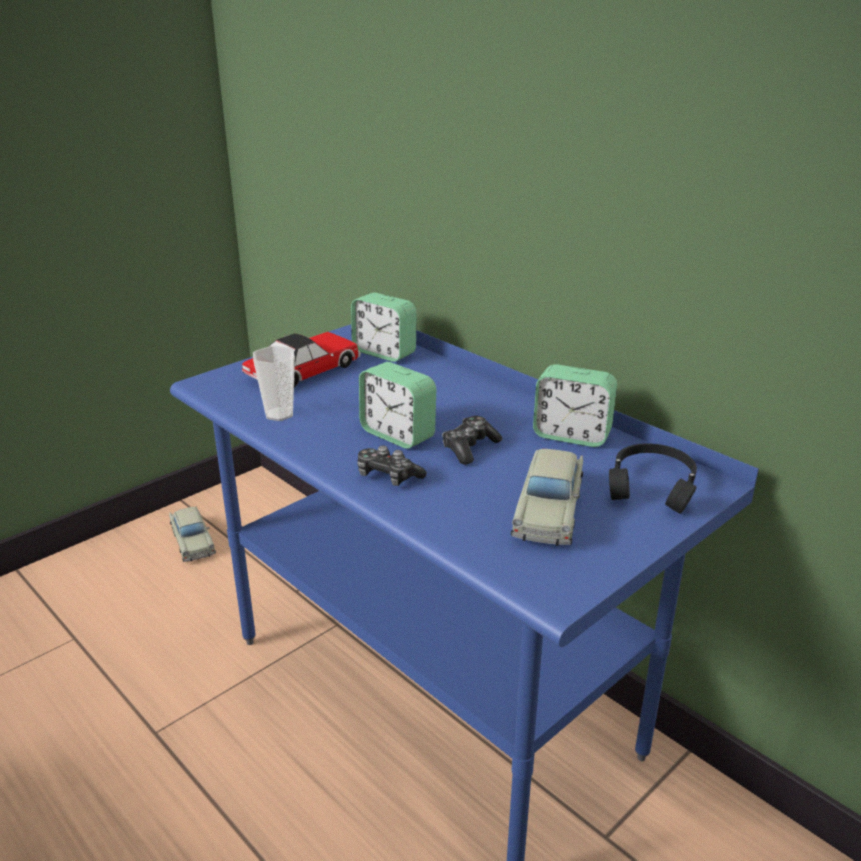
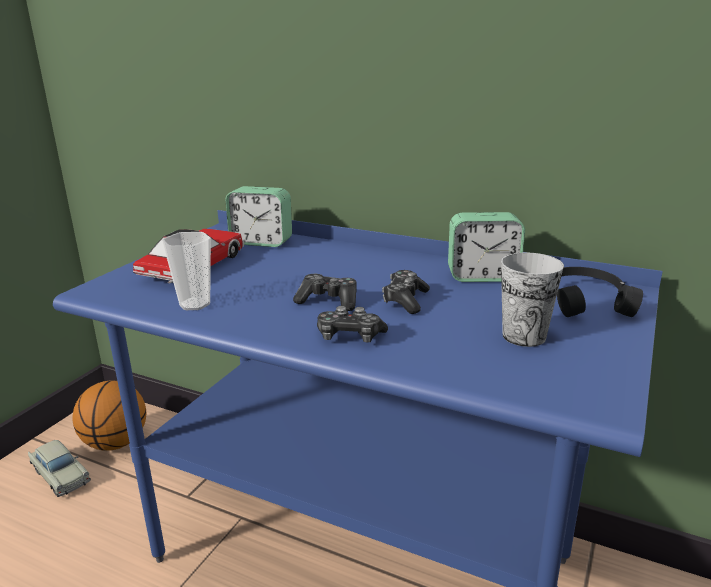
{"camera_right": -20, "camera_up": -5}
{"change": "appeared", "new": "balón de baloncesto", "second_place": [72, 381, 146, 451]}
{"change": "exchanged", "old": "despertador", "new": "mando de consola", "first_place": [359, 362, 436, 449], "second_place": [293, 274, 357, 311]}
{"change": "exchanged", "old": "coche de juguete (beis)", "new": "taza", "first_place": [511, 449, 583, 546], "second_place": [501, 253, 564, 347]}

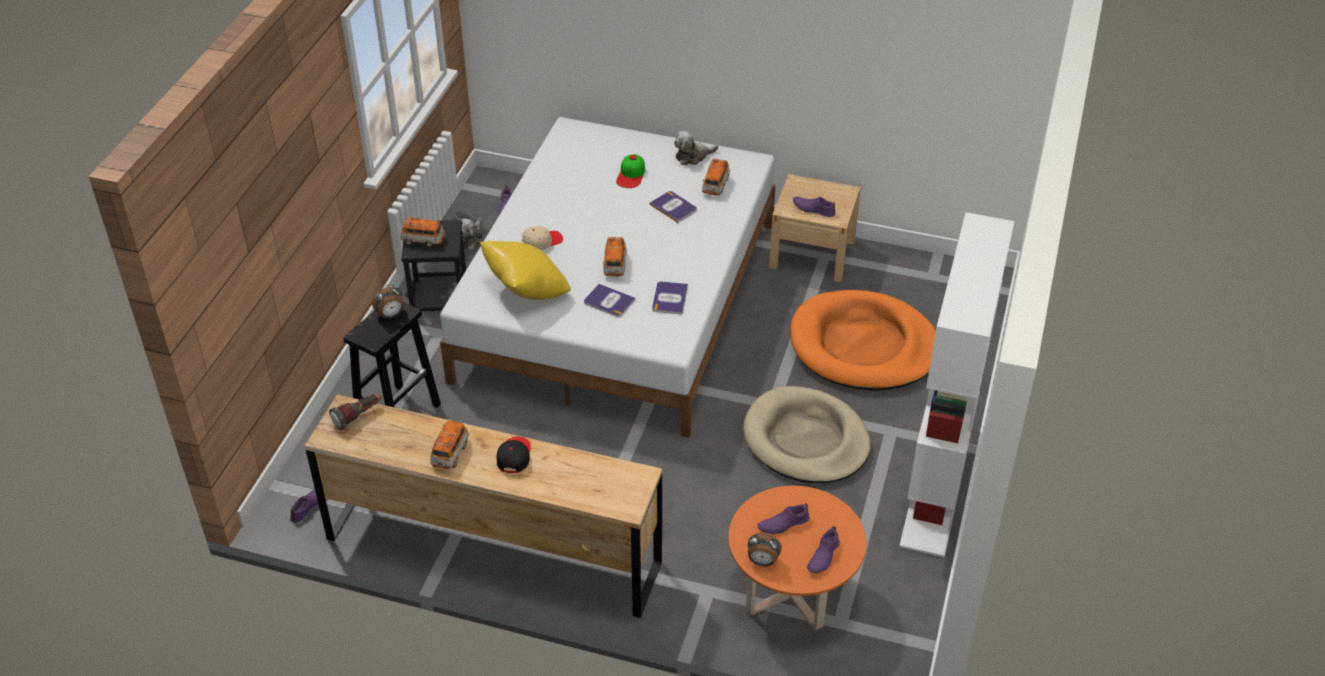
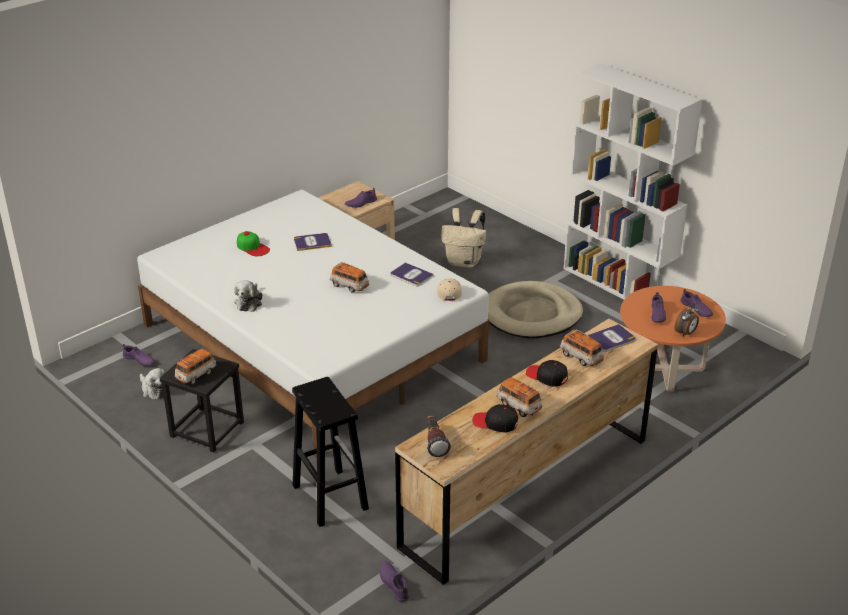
{"camera_right": -60, "camera_up": -10}
{"change": "missing", "old": "despertador", "first_place": [372, 284, 404, 319]}
{"change": "missing", "old": "cojín (amarillo)", "first_place": [480, 241, 571, 300]}
{"change": "appeared", "new": "gorra (negro)", "second_place": [472, 404, 518, 432]}
{"change": "relocated", "old": "gorra (beis)", "first_place": [522, 226, 563, 250], "second_place": [437, 278, 462, 301]}
{"change": "relocated", "old": "libro", "first_place": [584, 284, 636, 317], "second_place": [588, 324, 636, 352]}
{"change": "relocated", "old": "peluche", "first_place": [674, 131, 718, 165], "second_place": [234, 280, 262, 312]}
{"change": "relocated", "old": "coche de juguete", "first_place": [702, 158, 730, 195], "second_place": [560, 329, 604, 366]}
{"change": "exchanged", "old": "cama para perro (naranja)", "new": "mochila (beis)", "first_place": [790, 290, 936, 391], "second_place": [441, 208, 486, 268]}

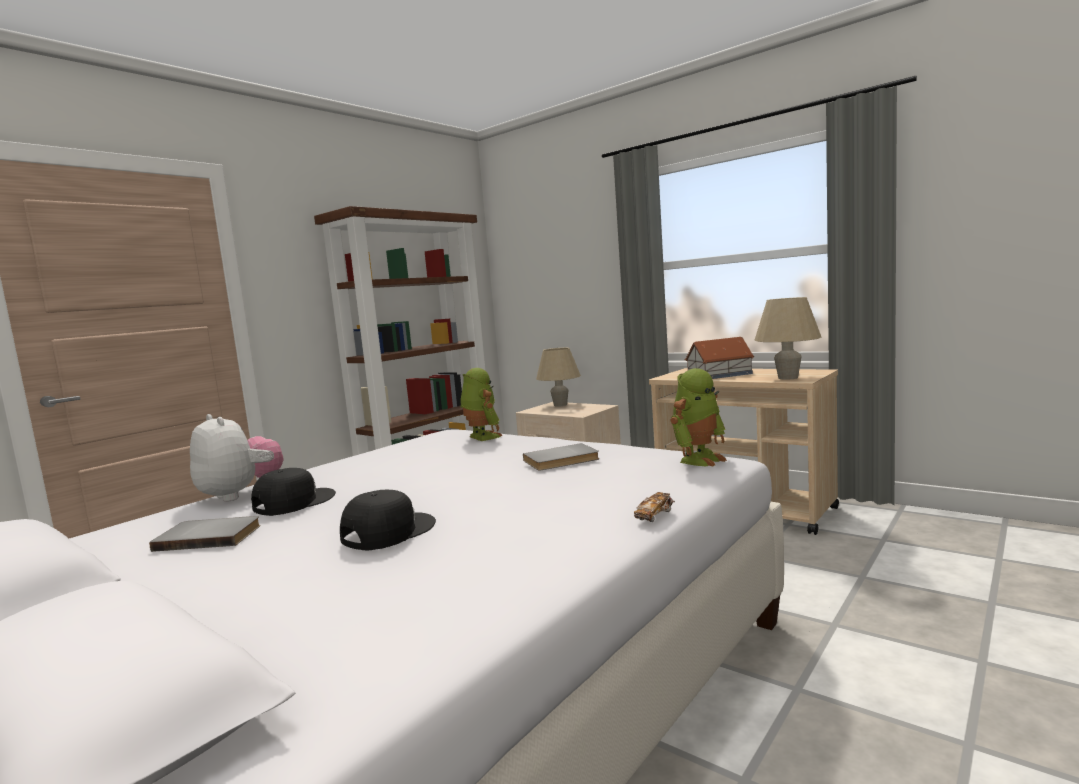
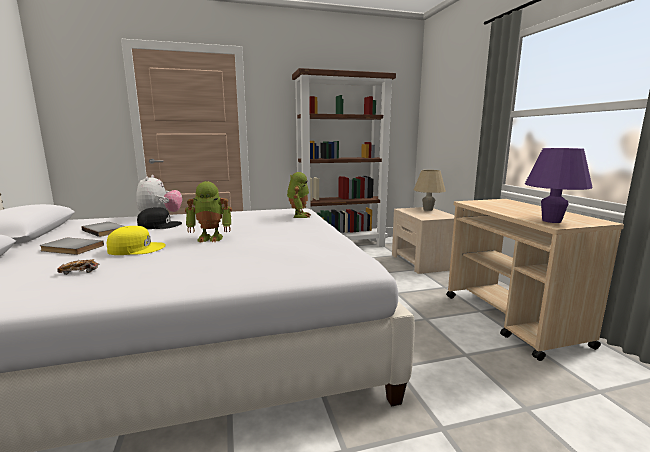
{"camera_right": 35, "camera_up": 5}
{"change": "missing", "old": "casita", "first_place": [684, 337, 754, 379]}
{"change": "relocated", "old": "libro (gris)", "first_place": [523, 443, 599, 471], "second_place": [39, 237, 104, 255]}
{"change": "relocated", "old": "coche de juguete", "first_place": [634, 492, 675, 522], "second_place": [57, 259, 100, 275]}
{"change": "relocated", "old": "robot de juguete", "first_place": [671, 368, 727, 466], "second_place": [185, 181, 232, 243]}
{"change": "colour", "old": "gorra (negro)", "new": "gorra (amarillo)", "first_place": [340, 490, 436, 550], "second_place": [107, 226, 166, 255]}
{"change": "colour", "old": "lámpara de mesa (beis)", "new": "lámpara de mesa (morado)", "first_place": [754, 297, 822, 380], "second_place": [525, 148, 593, 223]}

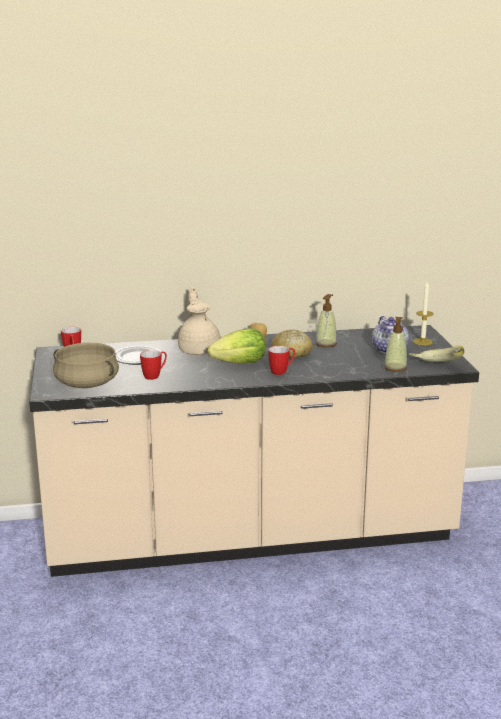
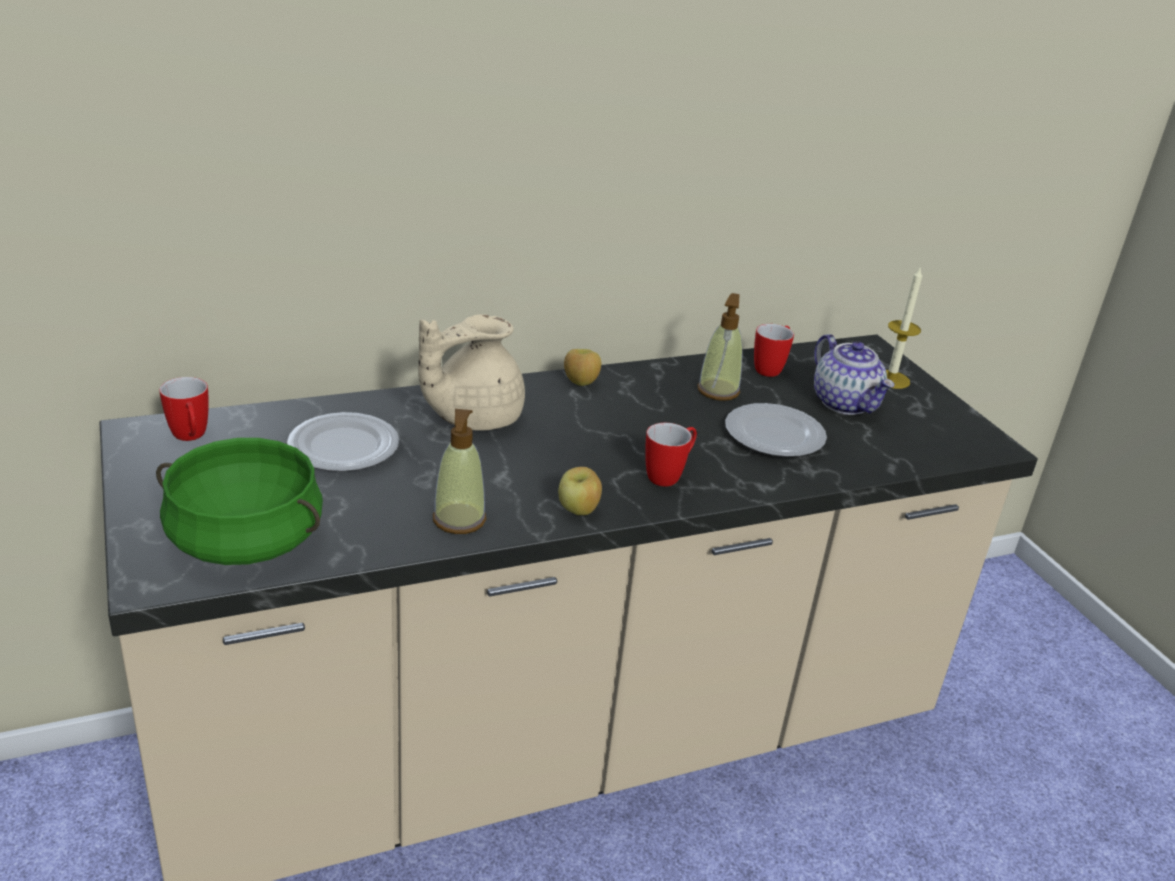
{"camera_right": -15, "camera_up": 10}
{"change": "missing", "old": "lechuga", "first_place": [208, 328, 266, 363]}
{"change": "missing", "old": "pan", "first_place": [271, 330, 313, 358]}
{"change": "missing", "old": "plátano", "first_place": [409, 345, 464, 362]}
{"change": "appeared", "new": "manzana", "second_place": [558, 467, 602, 515]}
{"change": "appeared", "new": "plato", "second_place": [725, 403, 827, 457]}
{"change": "relocated", "old": "taza grande", "first_place": [140, 350, 167, 380], "second_place": [754, 324, 794, 377]}
{"change": "relocated", "old": "dispensador de jabón", "first_place": [384, 317, 407, 372], "second_place": [433, 409, 486, 534]}
{"change": "colour", "old": "olla (beis)", "new": "olla (verde)", "first_place": [53, 343, 119, 388], "second_place": [156, 438, 323, 565]}
{"change": "spun", "old": "tetera (beis)", "first_place": [178, 286, 220, 355], "second_place": [418, 314, 525, 431], "degrees": -105}

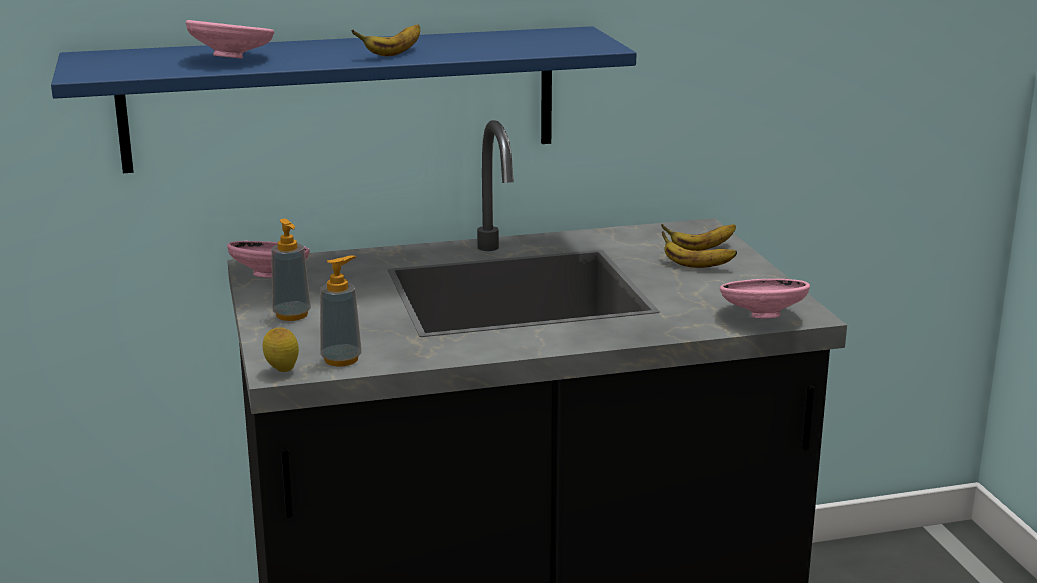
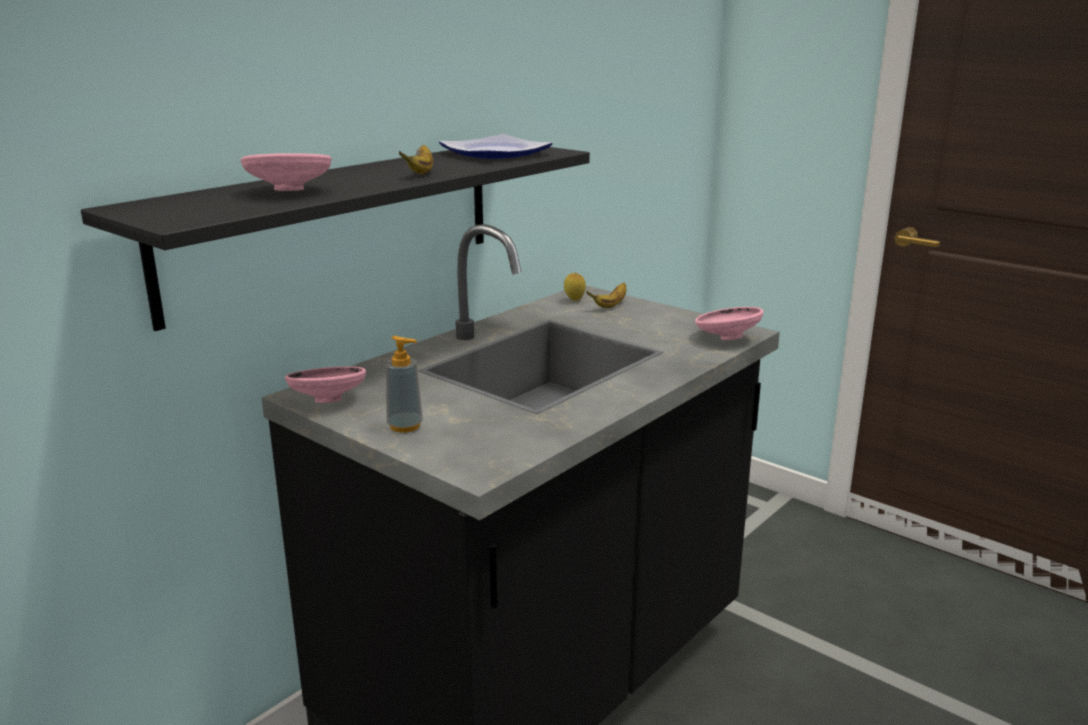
{"camera_right": -35, "camera_up": 0}
{"change": "missing", "old": "dispensador de jabón", "first_place": [320, 255, 362, 367]}
{"change": "missing", "old": "plátano", "first_place": [662, 232, 737, 268]}
{"change": "appeared", "new": "plato", "second_place": [439, 134, 552, 159]}
{"change": "relocated", "old": "limón", "first_place": [263, 327, 299, 372], "second_place": [564, 273, 586, 301]}
{"change": "colour", "old": "estante (azul)", "new": "estante (negro)", "first_place": [51, 26, 636, 173], "second_place": [81, 147, 590, 331]}

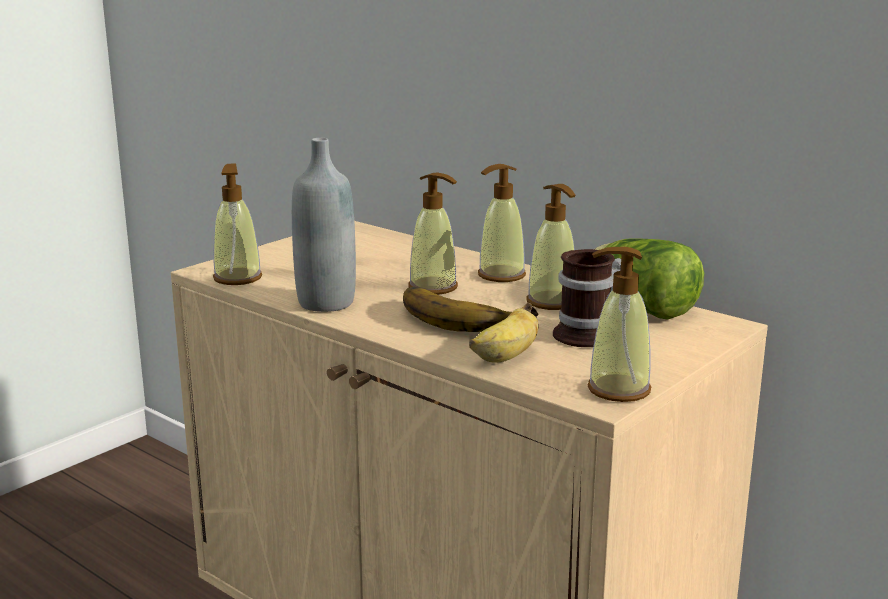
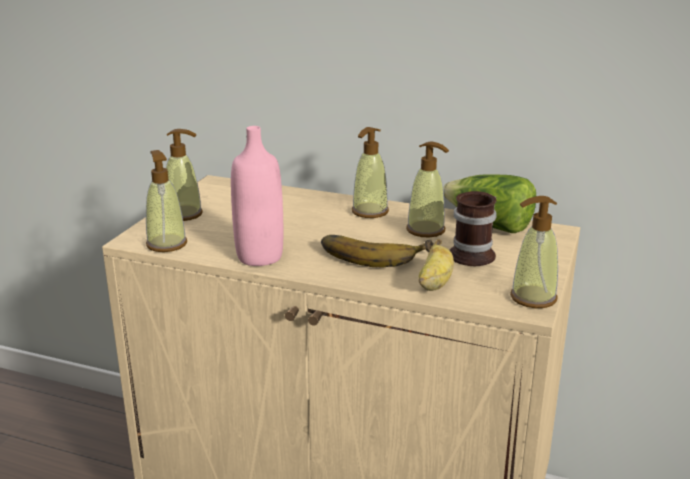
{"camera_right": -20, "camera_up": 5}
{"change": "relocated", "old": "dispensador de jabón", "first_place": [408, 173, 458, 295], "second_place": [166, 129, 203, 221]}
{"change": "colour", "old": "botella (gris)", "new": "botella (rosa)", "first_place": [292, 138, 356, 312], "second_place": [231, 126, 283, 266]}

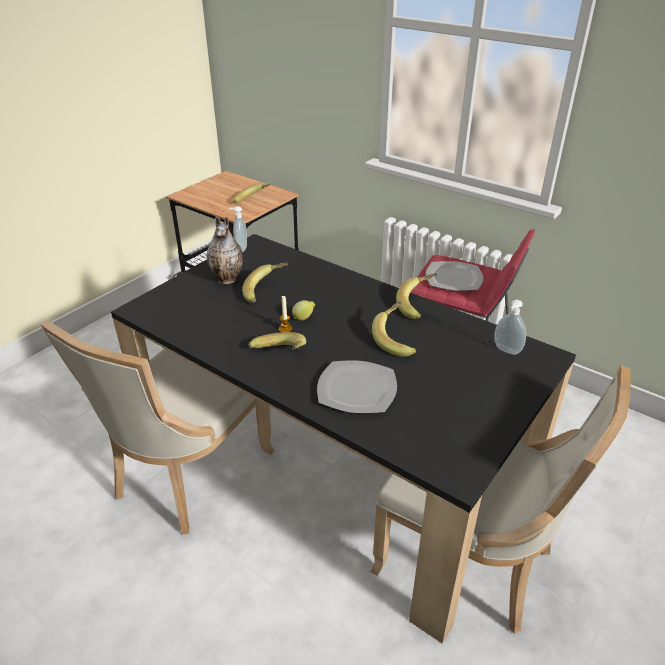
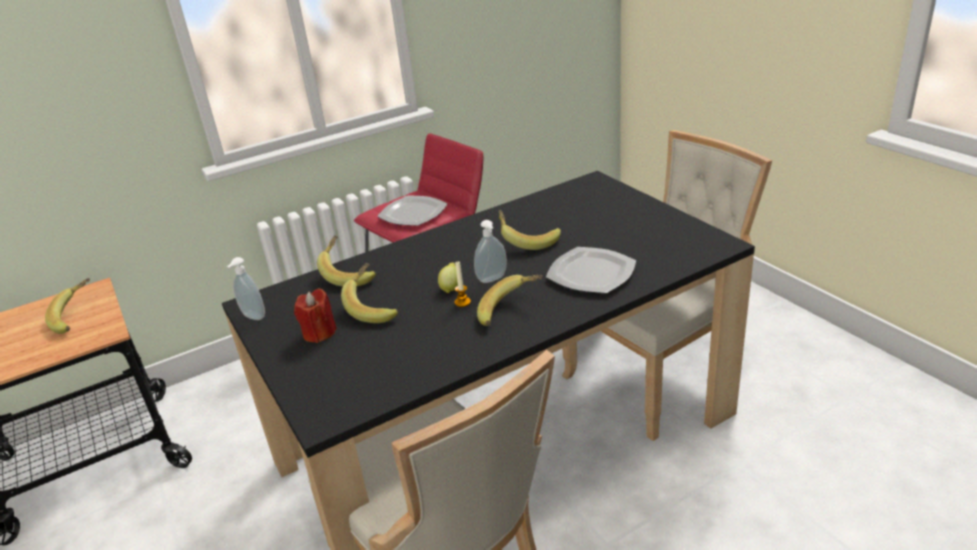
{"camera_right": -65, "camera_up": -5}
{"change": "relocated", "old": "plátano", "first_place": [396, 273, 437, 319], "second_place": [317, 235, 376, 287]}
{"change": "relocated", "old": "dispensador de jabón", "first_place": [494, 300, 526, 355], "second_place": [474, 220, 507, 283]}
{"change": "exchanged", "old": "florero", "new": "vela (rojo)", "first_place": [206, 216, 243, 284], "second_place": [294, 289, 337, 343]}

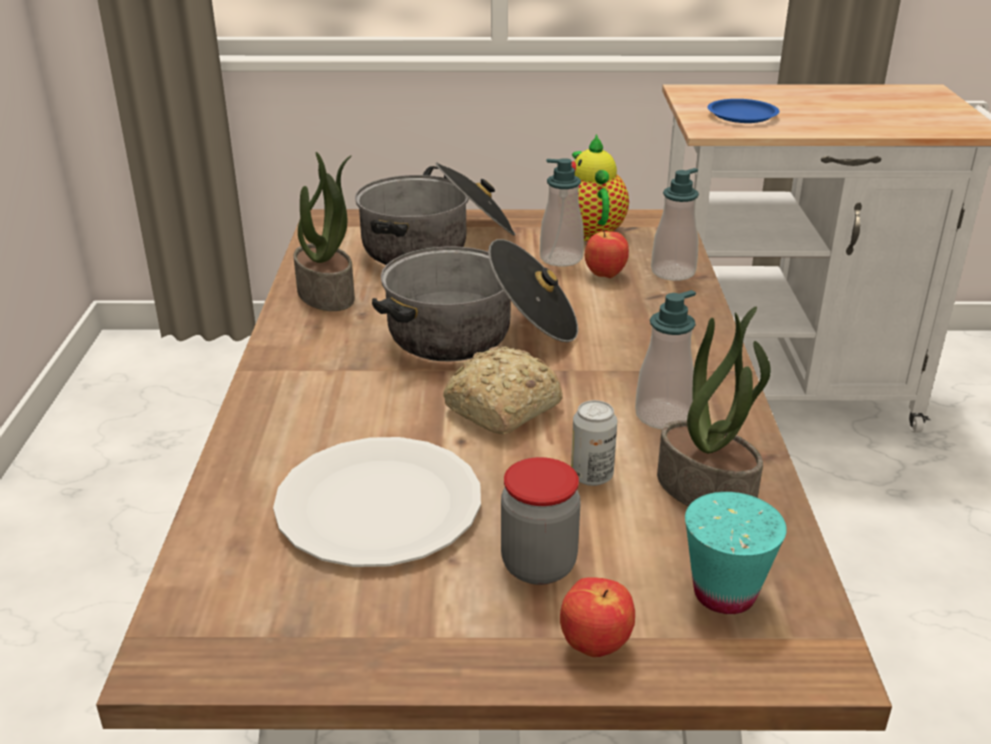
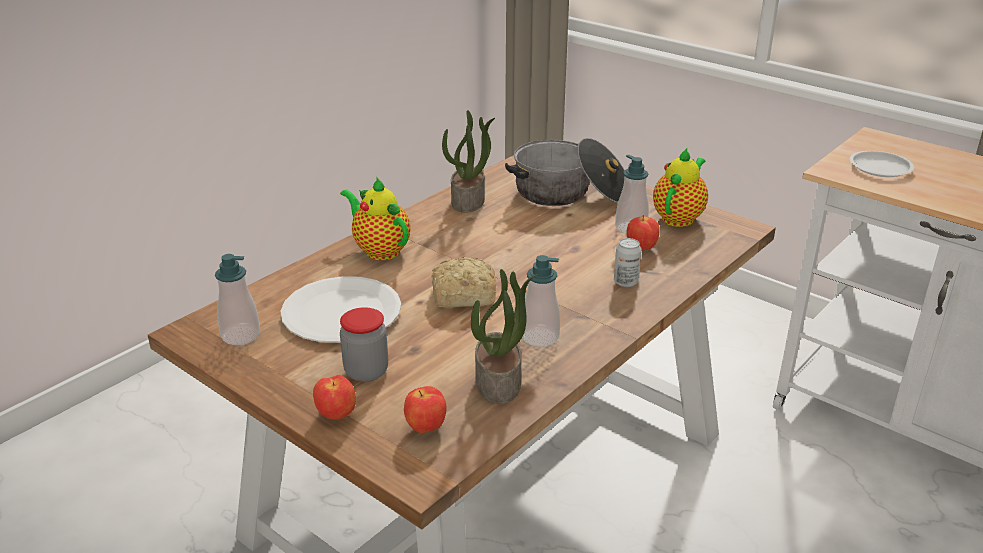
{"camera_right": 40, "camera_up": 0}
{"change": "missing", "old": "olla", "first_place": [372, 239, 578, 361]}
{"change": "appeared", "new": "tetera", "second_place": [340, 178, 411, 260]}
{"change": "relocated", "old": "lata", "first_place": [571, 400, 617, 486], "second_place": [614, 238, 641, 287]}
{"change": "relocated", "old": "dispensador de jabón", "first_place": [651, 168, 699, 281], "second_place": [215, 254, 260, 345]}
{"change": "exchanged", "old": "taza (turquesa)", "new": "manzana", "first_place": [685, 492, 787, 614], "second_place": [404, 386, 447, 433]}
{"change": "colour", "old": "plato (azul)", "new": "plato (blanco)", "first_place": [708, 99, 779, 123], "second_place": [850, 151, 914, 177]}

